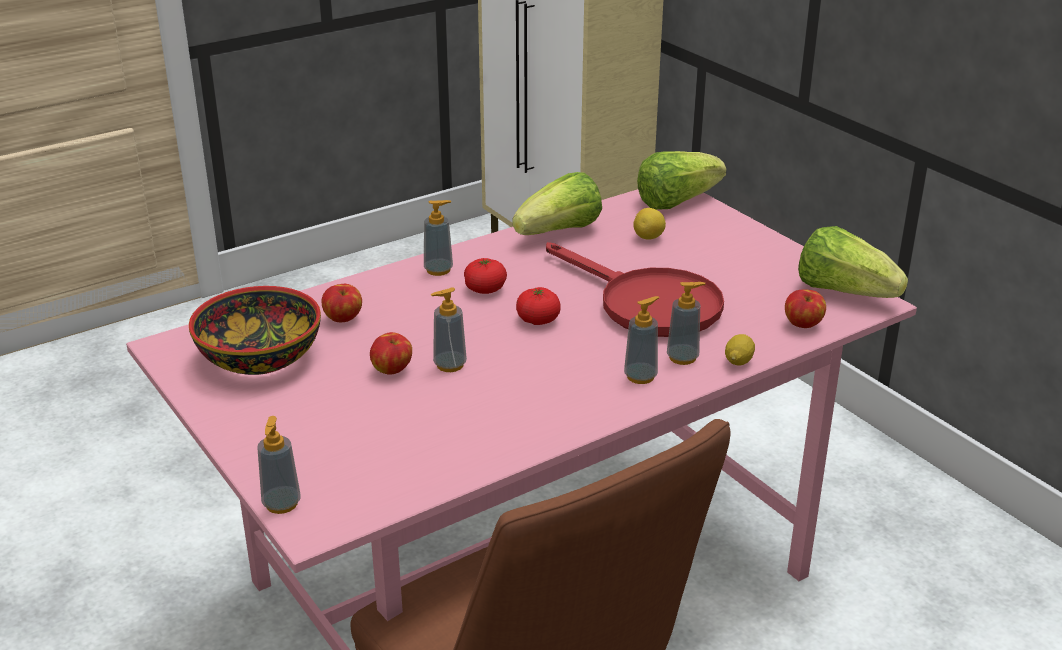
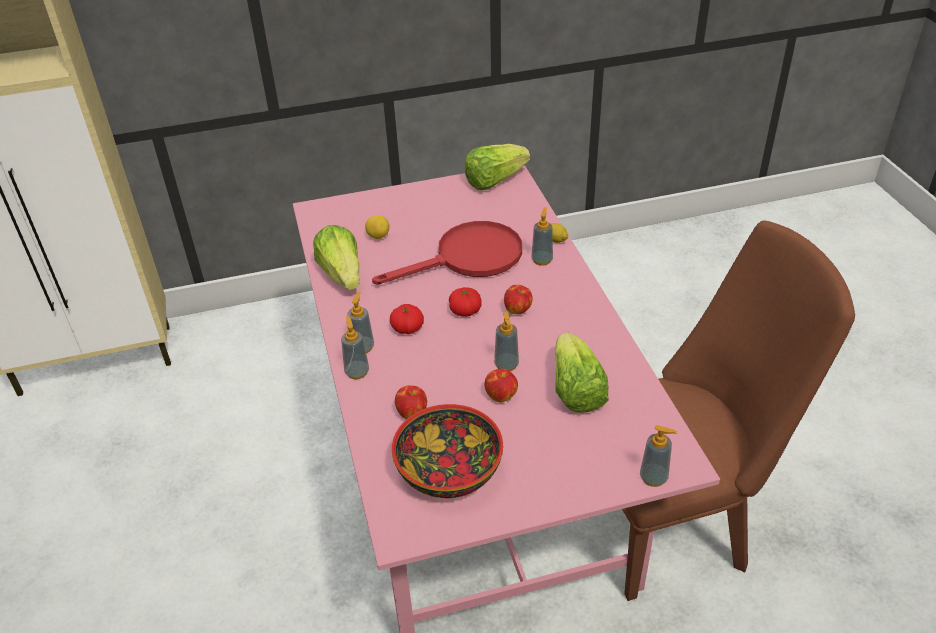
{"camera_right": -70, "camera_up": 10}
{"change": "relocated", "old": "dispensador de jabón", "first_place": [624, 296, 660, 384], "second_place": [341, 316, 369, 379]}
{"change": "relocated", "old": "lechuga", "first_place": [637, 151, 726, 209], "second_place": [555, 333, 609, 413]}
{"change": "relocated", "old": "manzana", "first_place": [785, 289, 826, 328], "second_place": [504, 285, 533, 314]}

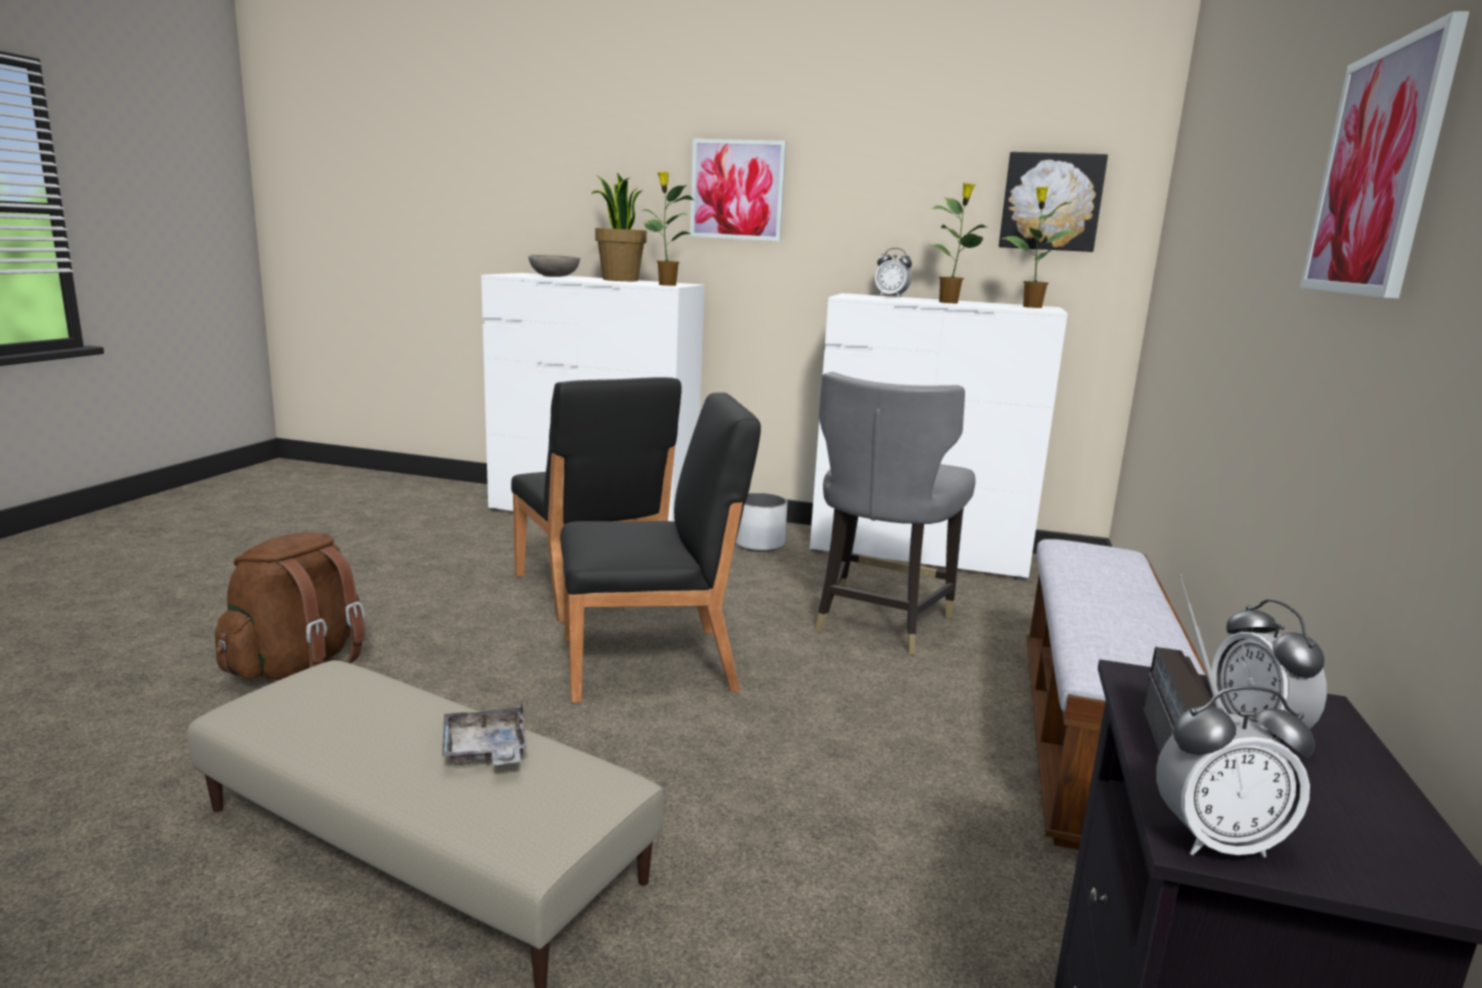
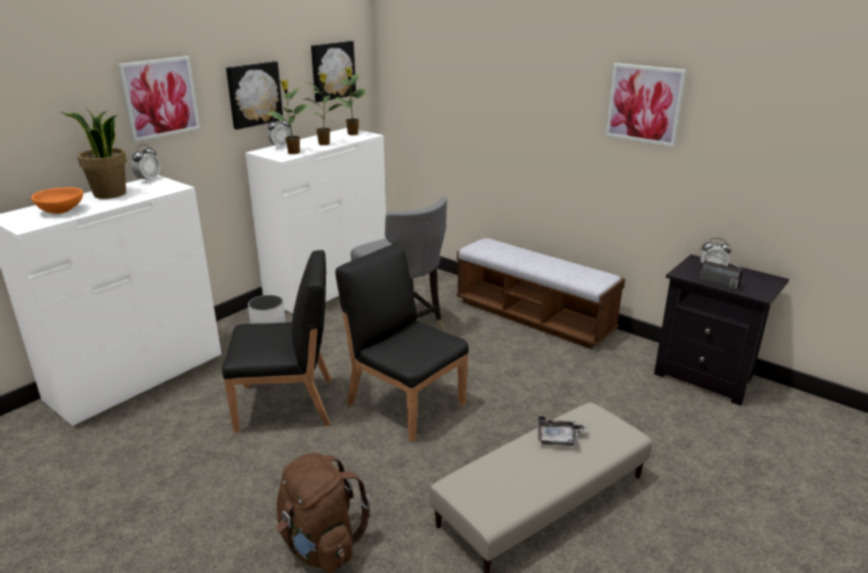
{"camera_right": -65, "camera_up": 10}
{"change": "appeared", "new": "cuadro", "second_place": [226, 61, 283, 130]}
{"change": "relocated", "old": "planta en maceta", "first_place": [642, 172, 694, 286], "second_place": [266, 80, 311, 154]}
{"change": "relocated", "old": "despertador", "first_place": [1156, 686, 1315, 858], "second_place": [132, 144, 160, 183]}
{"change": "colour", "old": "cuenco (gris)", "new": "cuenco (naranja)", "first_place": [529, 255, 580, 277], "second_place": [31, 187, 83, 214]}
{"change": "spun", "old": "silla (negro)", "first_place": [560, 392, 761, 703], "second_place": [335, 244, 469, 442], "degrees": -60}

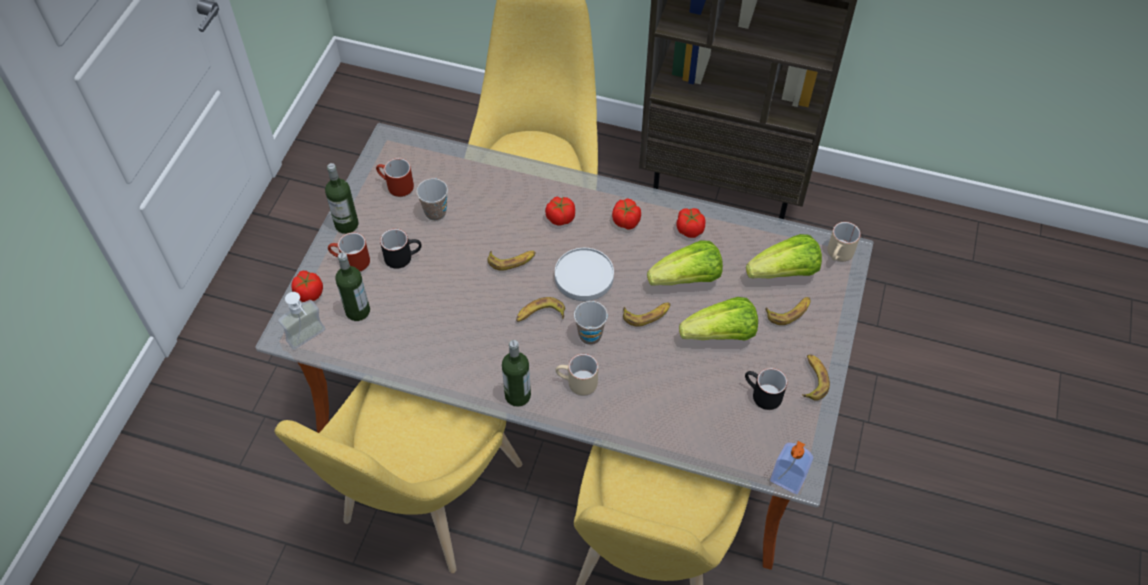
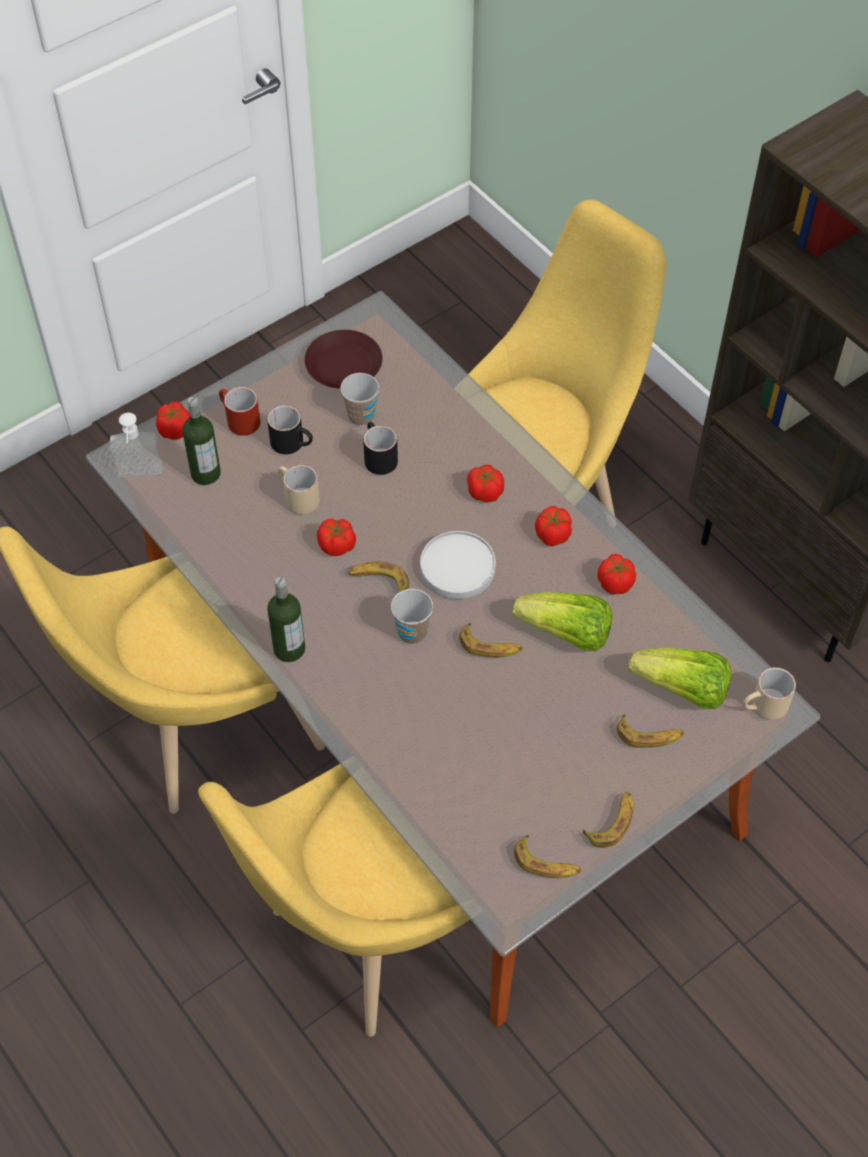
{"camera_right": 35, "camera_up": 0}
{"change": "missing", "old": "botella", "first_place": [325, 163, 359, 234]}
{"change": "missing", "old": "lechuga", "first_place": [679, 297, 758, 340]}
{"change": "missing", "old": "dispensador de jabón", "first_place": [770, 441, 813, 494]}
{"change": "appeared", "new": "tomate", "second_place": [317, 518, 356, 556]}
{"change": "relocated", "old": "plátano", "first_place": [487, 251, 536, 271], "second_place": [514, 835, 581, 878]}
{"change": "relocated", "old": "taza grande (beis)", "first_place": [556, 354, 598, 395], "second_place": [278, 465, 320, 515]}
{"change": "relocated", "old": "taza grande (negro)", "first_place": [745, 368, 787, 410], "second_place": [363, 422, 398, 475]}
{"change": "exchanged", "old": "taza grande (rojo)", "new": "plato (marrón)", "first_place": [376, 158, 414, 197], "second_place": [305, 330, 383, 388]}

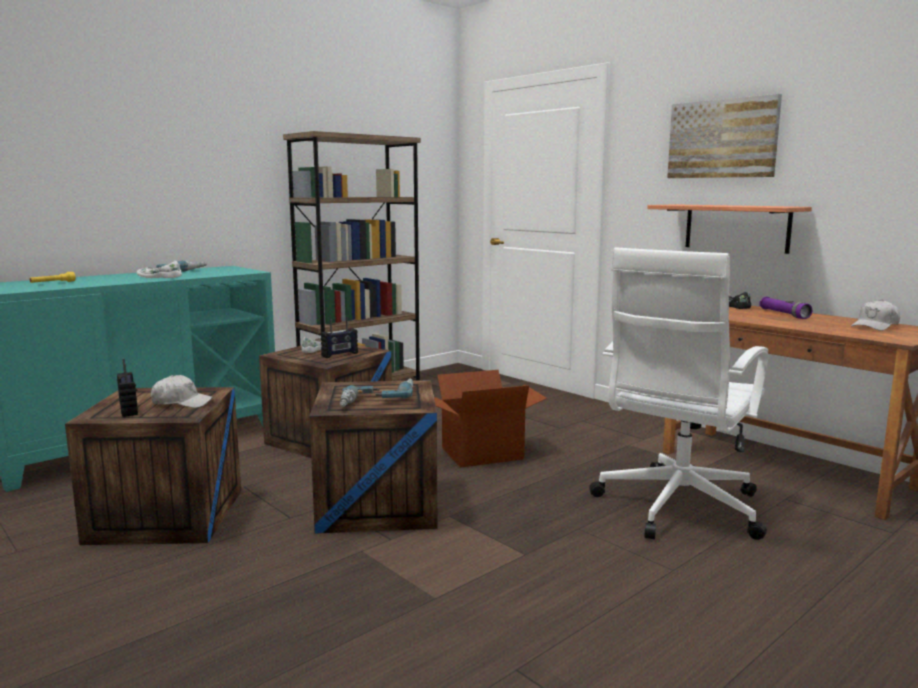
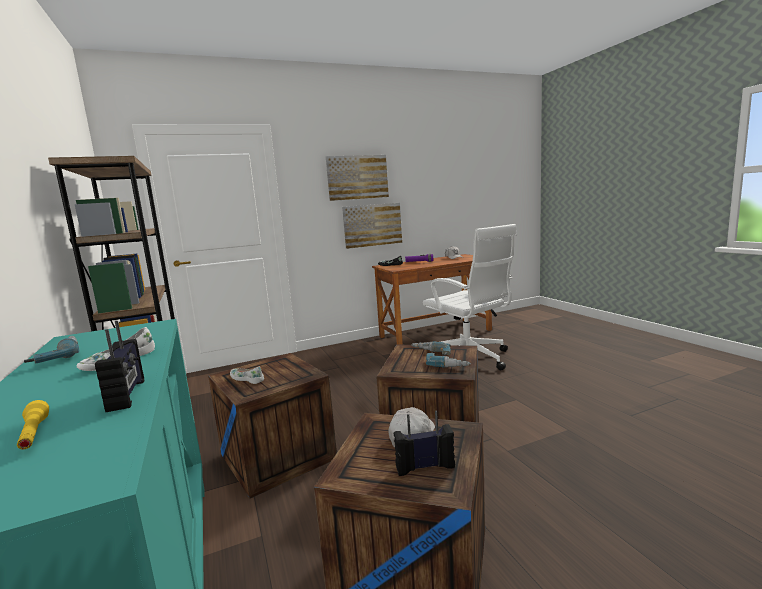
{"camera_right": -70, "camera_up": 0}
{"change": "missing", "old": "caja de cartón", "first_place": [434, 370, 547, 468]}
{"change": "relocated", "old": "radio", "first_place": [321, 317, 358, 358], "second_place": [95, 321, 144, 412]}
{"change": "exchanged", "old": "estante", "new": "cuadro", "first_place": [647, 204, 812, 254], "second_place": [342, 203, 402, 249]}

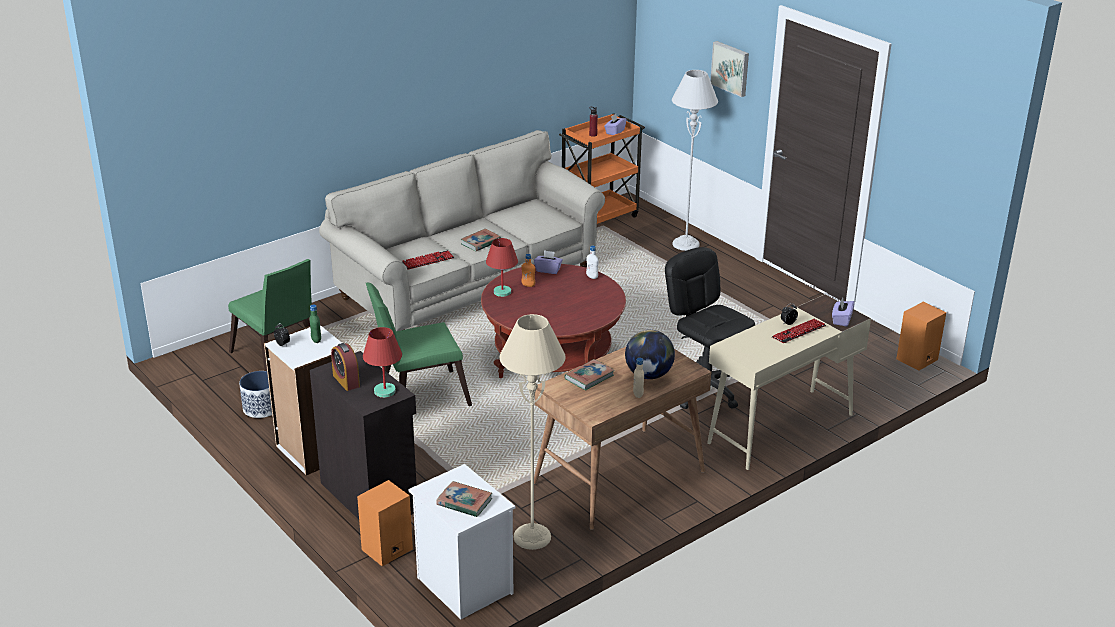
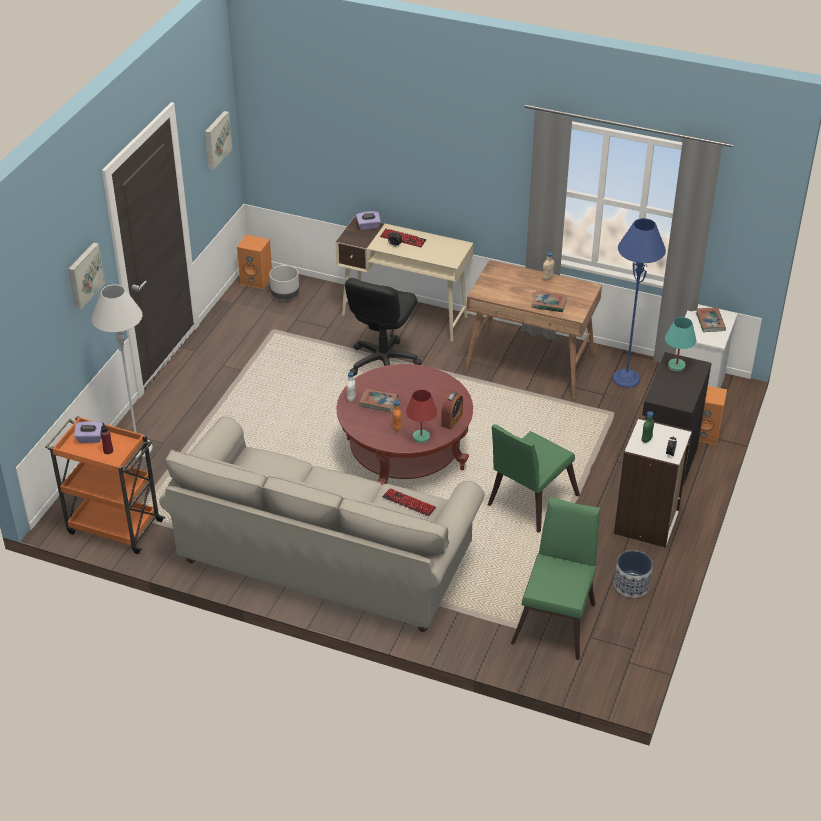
{"camera_right": -120, "camera_up": 10}
{"change": "missing", "old": "caja de pañuelos (morado)", "first_place": [534, 250, 563, 274]}
{"change": "missing", "old": "globo terráqueo", "first_place": [625, 330, 675, 379]}
{"change": "appeared", "new": "cuadro", "second_place": [205, 111, 232, 170]}
{"change": "appeared", "new": "maceta (gris)", "second_place": [269, 265, 299, 300]}
{"change": "relocated", "old": "despertador", "first_place": [331, 343, 360, 391], "second_place": [441, 392, 463, 430]}
{"change": "relocated", "old": "libro", "first_place": [461, 228, 501, 251], "second_place": [359, 388, 398, 412]}
{"change": "colour", "old": "lámpara de mesa (rojo)", "new": "lámpara de mesa (turquesa)", "first_place": [363, 327, 402, 398], "second_place": [665, 317, 696, 371]}
{"change": "colour", "old": "lámpara de pie (beis)", "new": "lámpara de pie (azul)", "first_place": [500, 314, 566, 550], "second_place": [612, 218, 666, 388]}
{"change": "spun", "old": "silla (verde)", "first_place": [366, 283, 472, 406], "second_place": [488, 424, 580, 533], "degrees": 90}

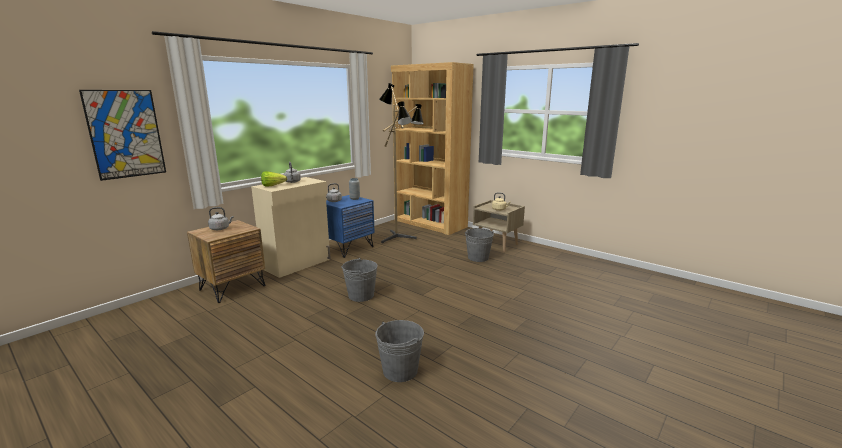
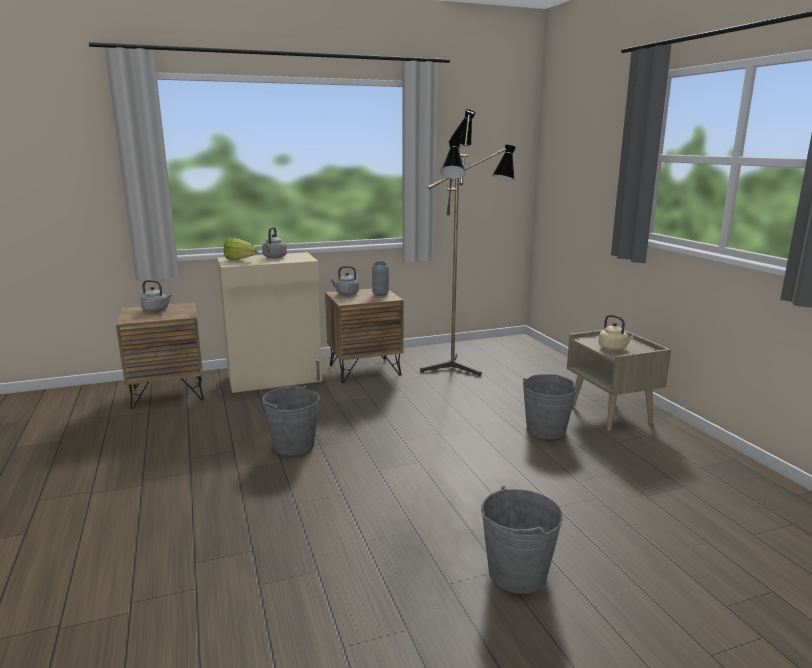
{"camera_right": 30, "camera_up": 0}
{"change": "missing", "old": "cuadro", "first_place": [79, 90, 166, 181]}
{"change": "missing", "old": "estantería (marrón)", "first_place": [391, 62, 474, 235]}
{"change": "relocated", "old": "cubo (gris)", "first_place": [375, 320, 424, 382], "second_place": [481, 486, 563, 594]}
{"change": "colour", "old": "mesita de noche (azul)", "new": "mesita de noche (marrón)", "first_place": [326, 195, 375, 258], "second_place": [325, 288, 404, 383]}

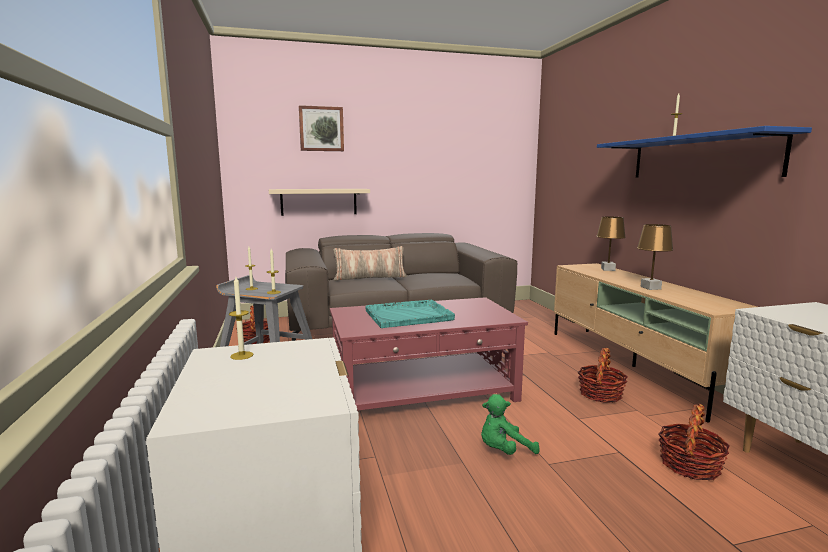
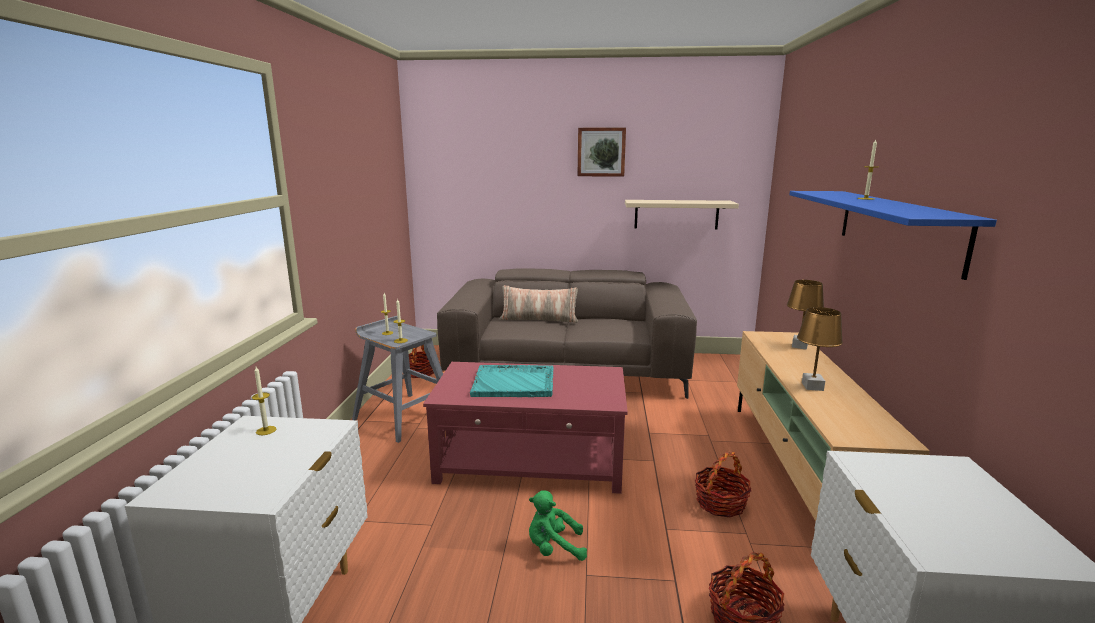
{"camera_right": 20, "camera_up": 5}
{"change": "relocated", "old": "estante (beis)", "first_place": [269, 189, 370, 216], "second_place": [625, 200, 739, 229]}
{"change": "relocated", "old": "cuadro", "first_place": [299, 105, 344, 151], "second_place": [577, 128, 626, 177]}

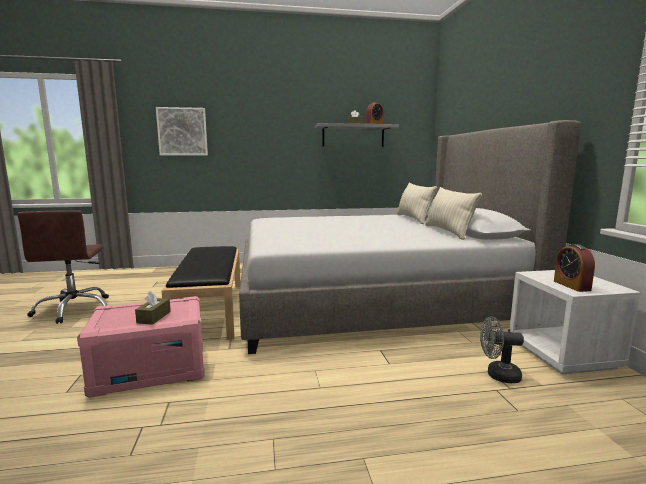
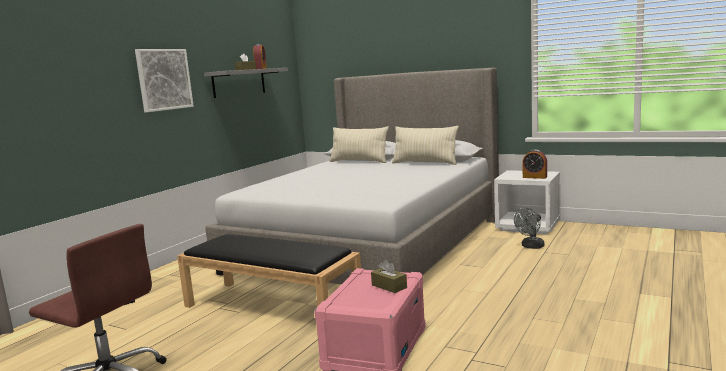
{"camera_right": -50, "camera_up": 0}
{"change": "relocated", "old": "cuadro", "first_place": [156, 107, 208, 156], "second_place": [135, 49, 194, 112]}

